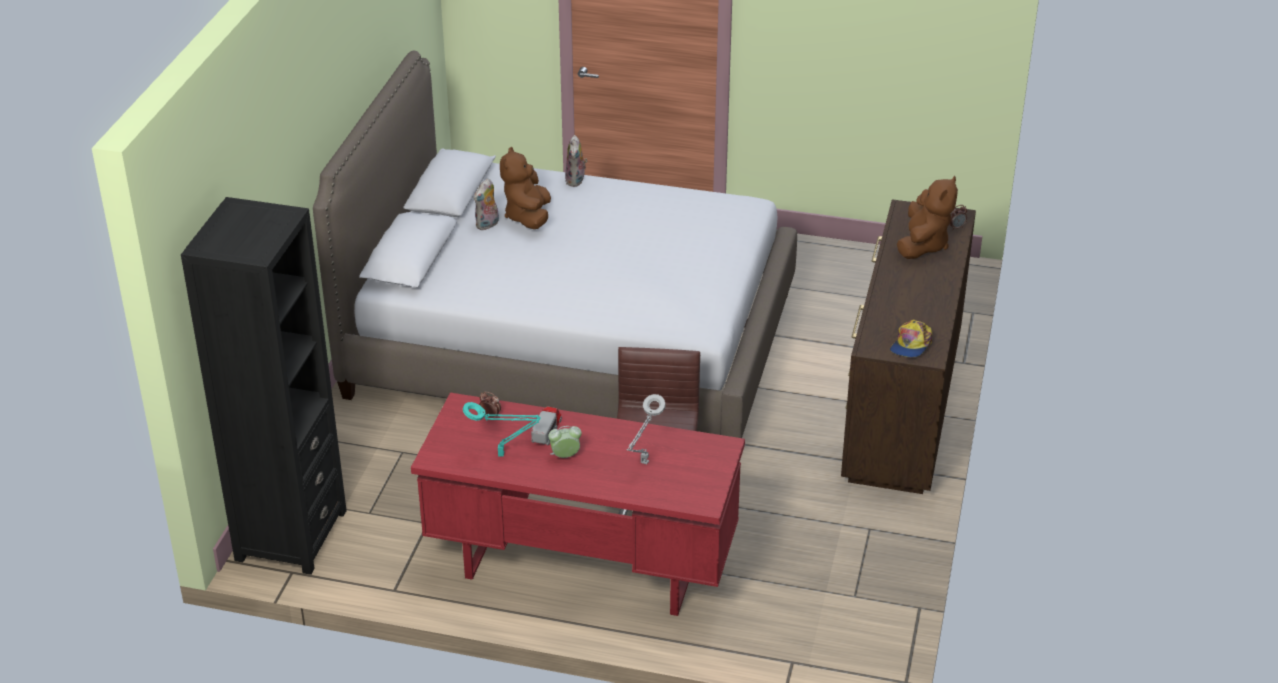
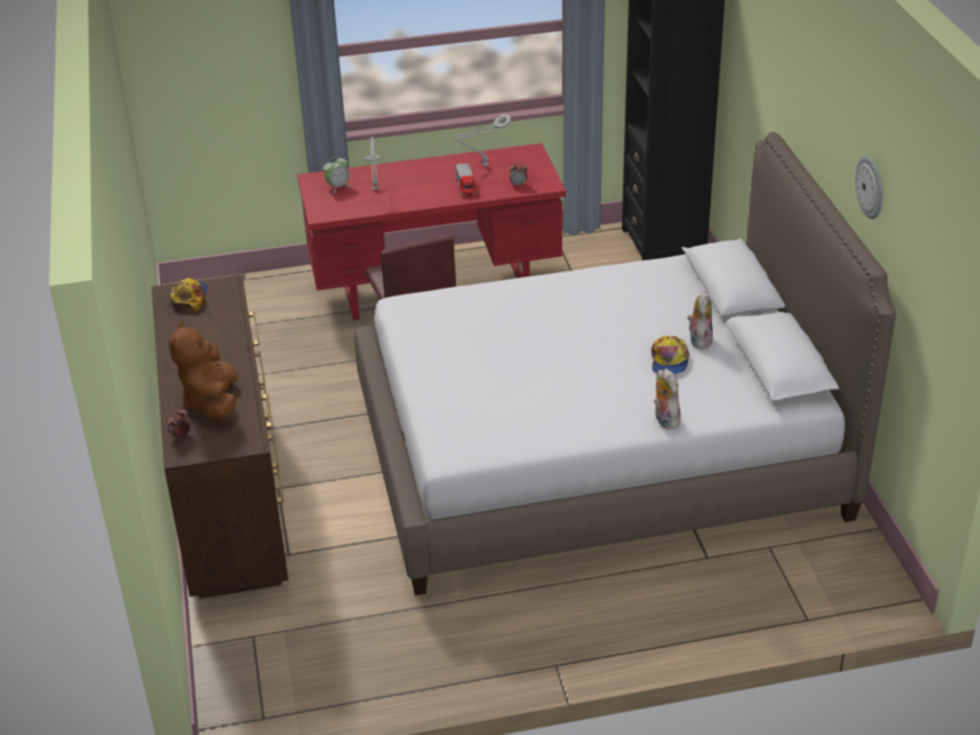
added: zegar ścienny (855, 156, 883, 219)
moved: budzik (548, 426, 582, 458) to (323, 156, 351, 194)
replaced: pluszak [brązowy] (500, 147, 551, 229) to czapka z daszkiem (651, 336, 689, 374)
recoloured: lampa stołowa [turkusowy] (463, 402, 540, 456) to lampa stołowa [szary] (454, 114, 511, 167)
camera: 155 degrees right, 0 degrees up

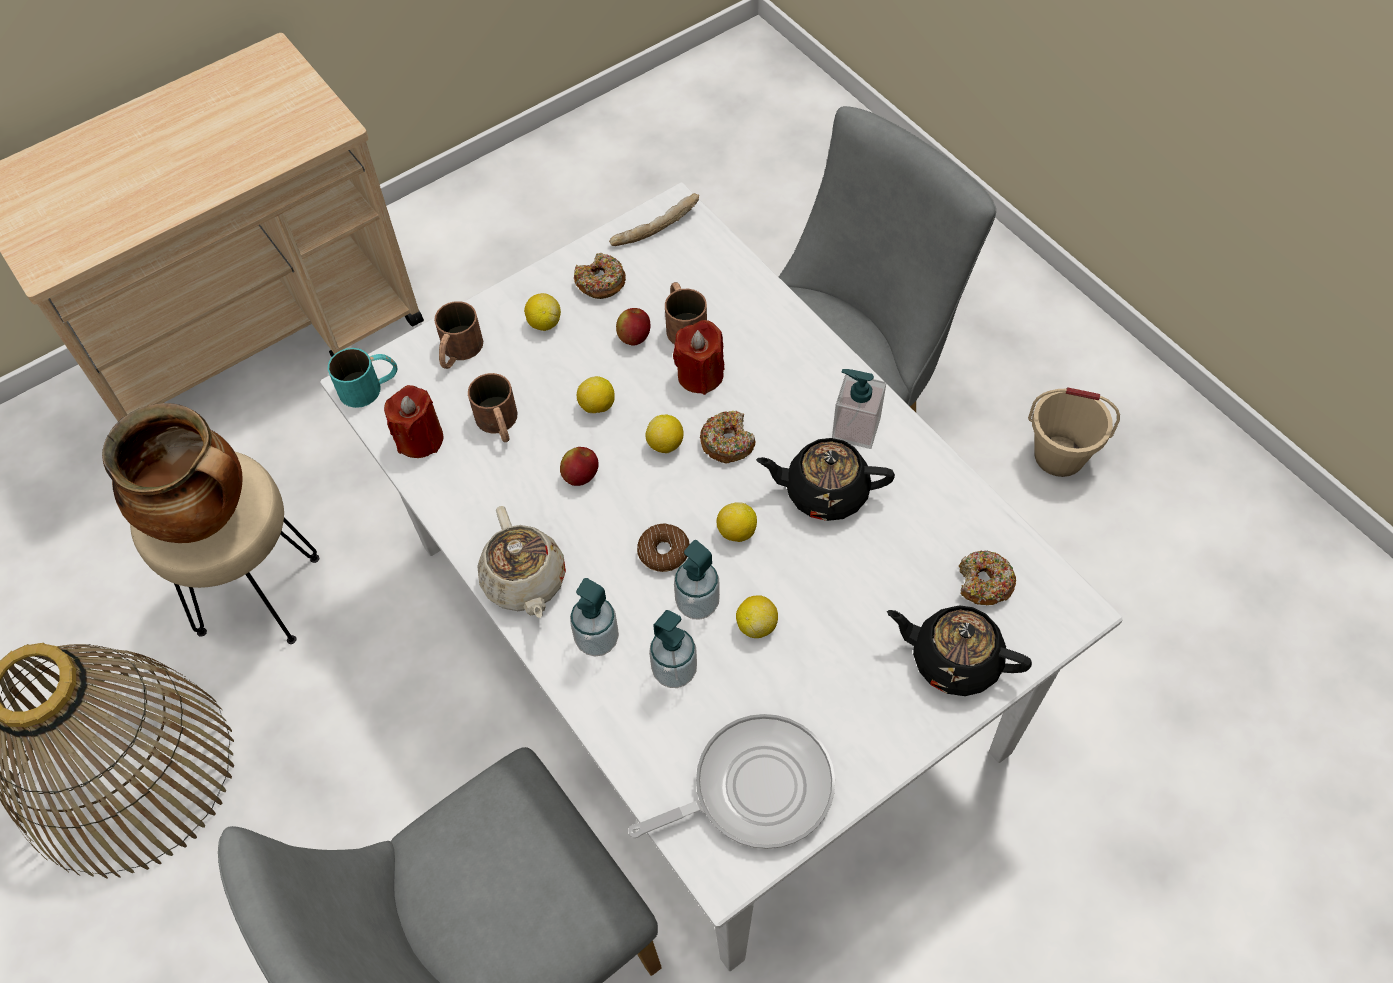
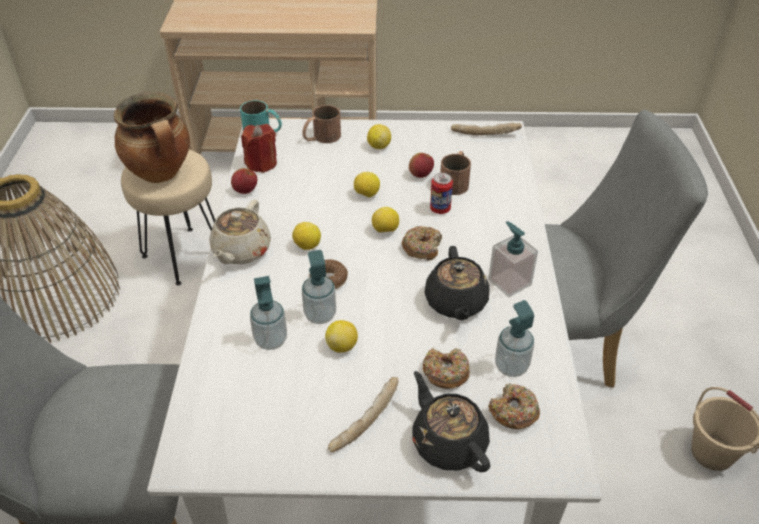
removed: kubek [brązowy] (468, 373, 517, 442); patelnia (628, 714, 835, 849)
added: chleb (328, 377, 399, 452)
moved: donut (574, 253, 626, 299) to (423, 348, 470, 389); jabłko (560, 447, 599, 486) to (231, 168, 257, 194); cytryna (717, 502, 757, 542) to (292, 222, 321, 250); dozownik mydła (570, 578, 619, 657) to (495, 300, 534, 377)
replaced: świeca [czerwony] (673, 320, 724, 395) to puszka (430, 173, 453, 214)
turned: imbryk [czarny] (756, 438, 895, 521) = (424, 246, 489, 320) 135 degrees counterclockwise
camera: 35 degrees right, 15 degrees down

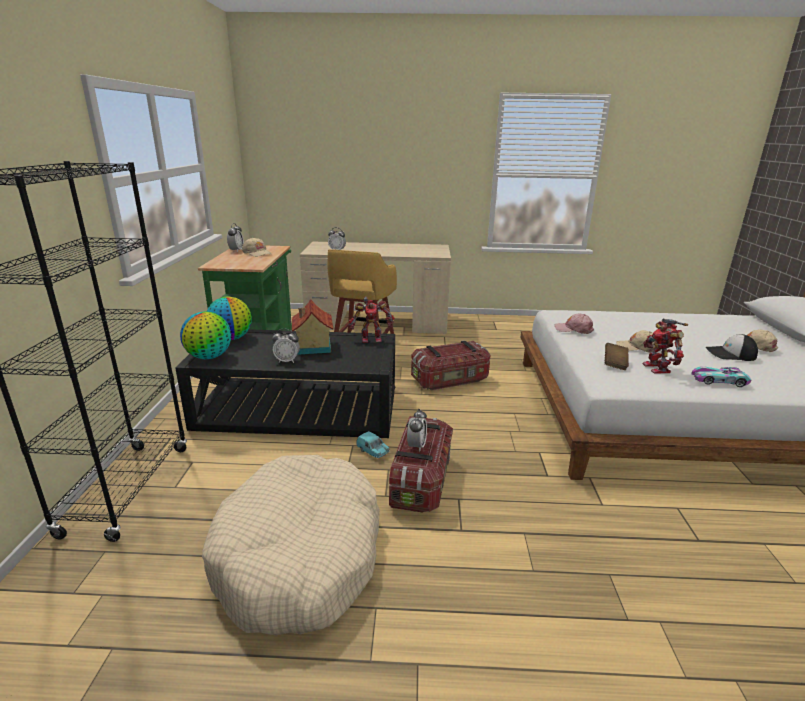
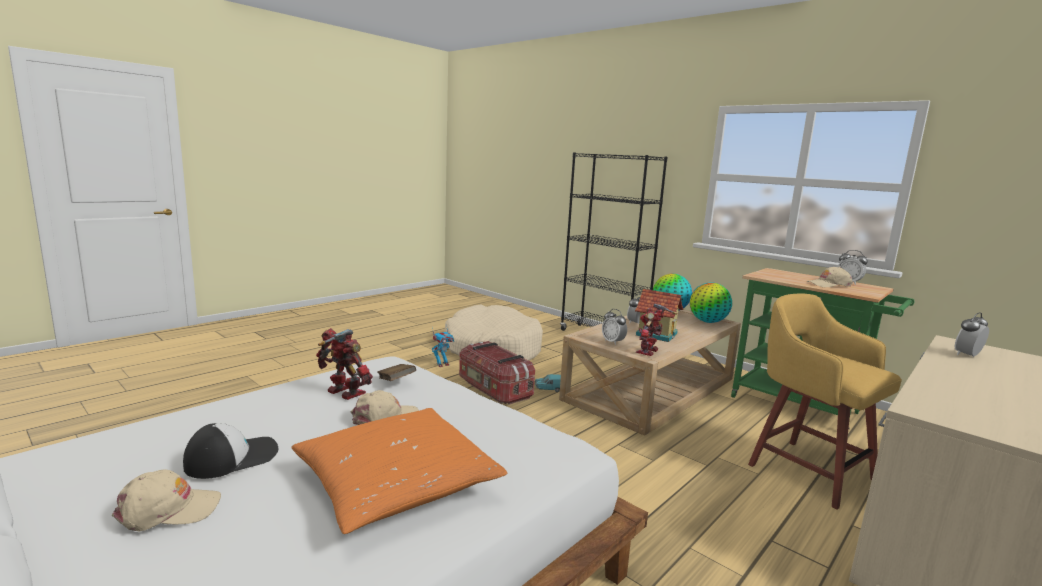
removed: czapka z daszkiem [różowy] (555, 313, 594, 334); pojemnik do przechowywania (411, 341, 491, 390); samochodzik (691, 366, 751, 387)
added: robot zabawkowy (432, 326, 454, 367); poduszka [pomarańczowy] (292, 408, 507, 534)
moved: budzik (407, 409, 427, 452) to (602, 309, 627, 345)
recoloured: ława [czarny] (175, 329, 395, 438) to ława [beżowy] (559, 310, 741, 435)
camera: 130 degrees right, 10 degrees down

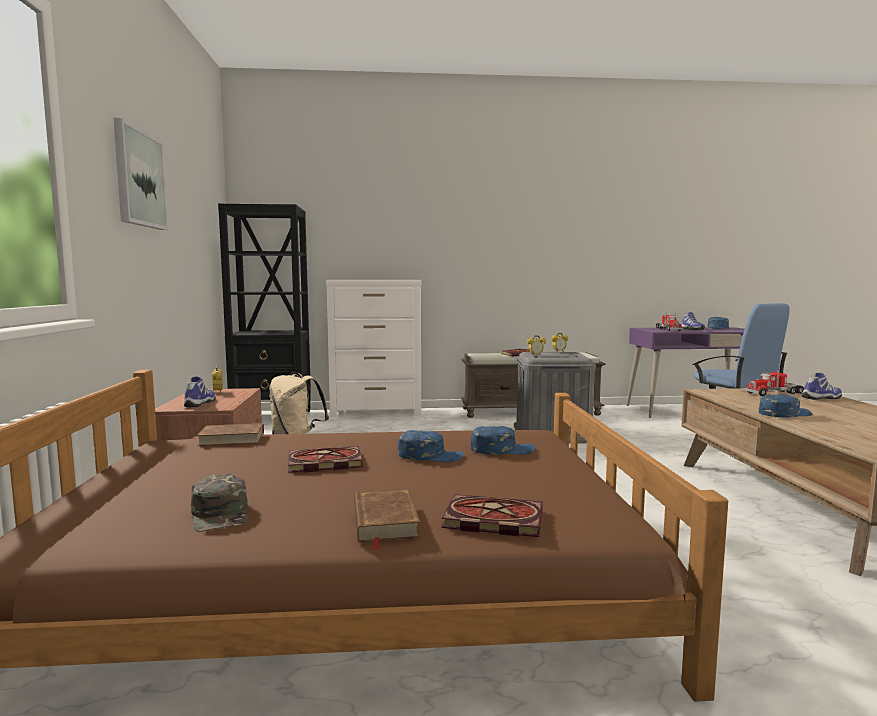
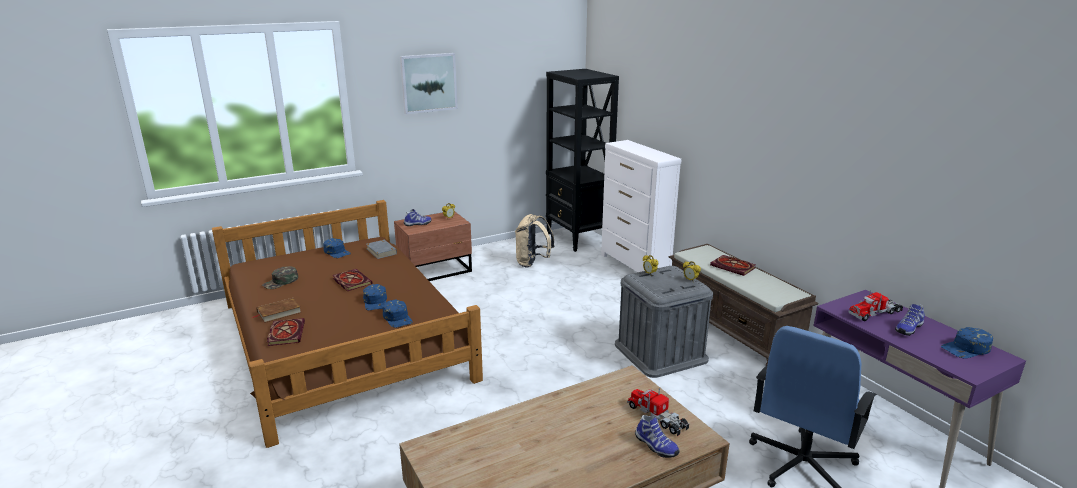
moved: czapka z daszkiem [niebieski] (759, 394, 812, 418) to (324, 238, 351, 258)
recoloured: książka [brązowy] (195, 423, 264, 446) to książka [szary] (366, 240, 397, 259)
camera: 65 degrees right, 15 degrees up

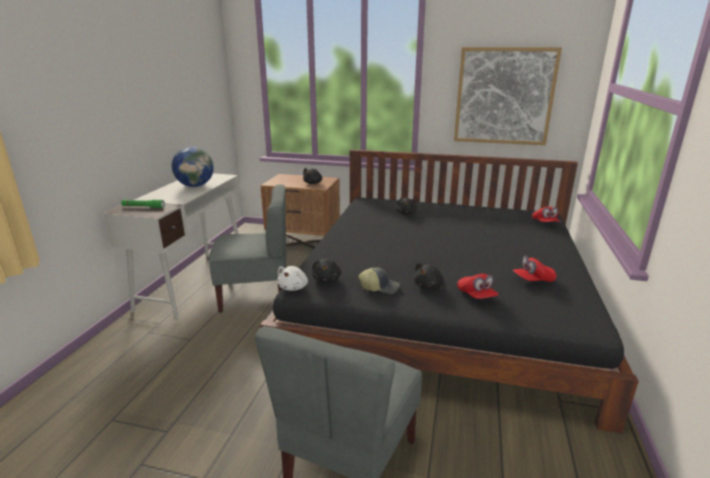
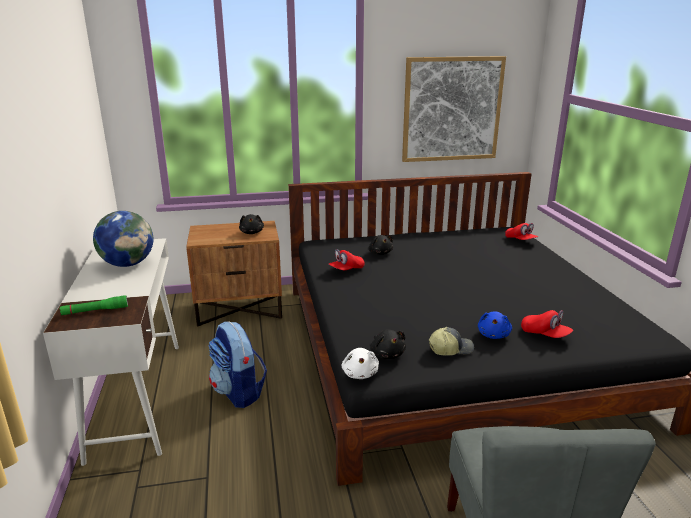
moved: czapka z daszkiem [czerwony] (513, 256, 556, 282) to (329, 249, 365, 270)
replaced: krzesło [szary] (209, 184, 287, 313) to plecak (208, 321, 267, 408)
recoloured: pluszak [czarny] (414, 263, 444, 289) to pluszak [niebieski] (478, 311, 512, 339)
camera: 25 degrees left, 0 degrees up

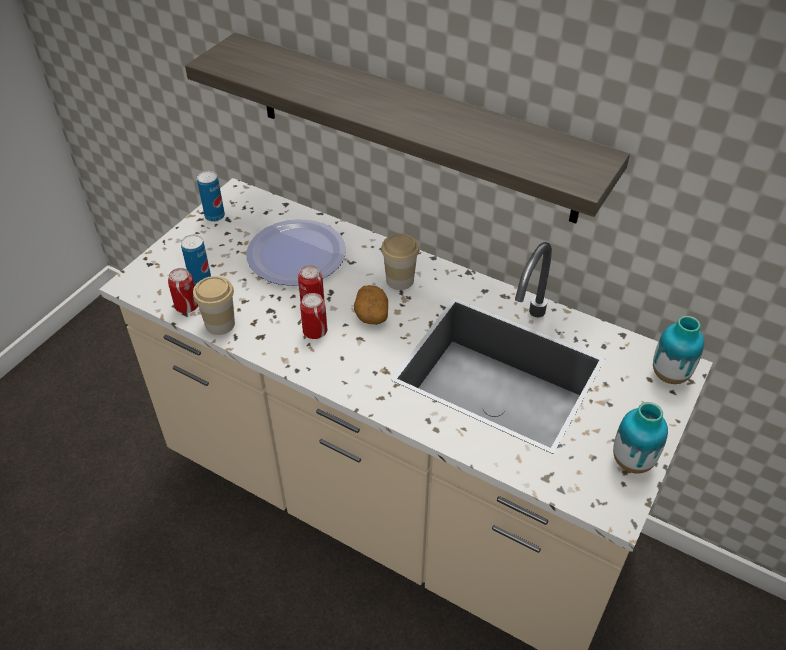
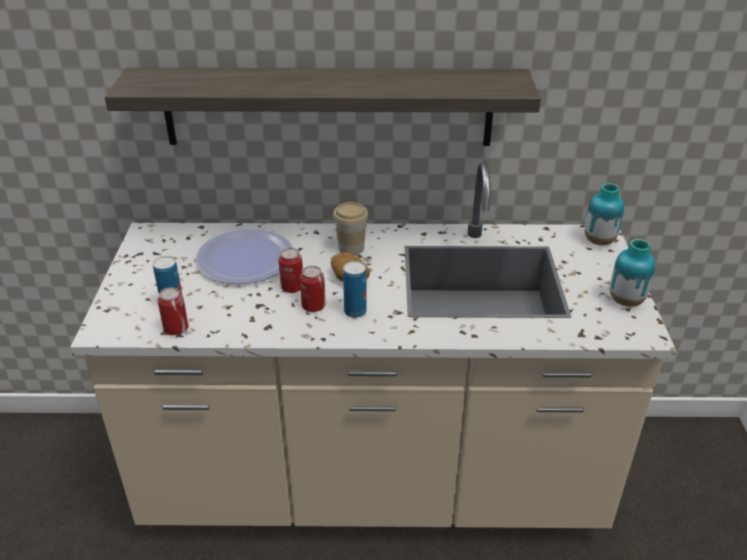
removed: filiżanka (193, 276, 235, 335)
moved: puszka (197, 171, 225, 222) to (343, 261, 367, 318)
camera: 30 degrees left, 10 degrees down

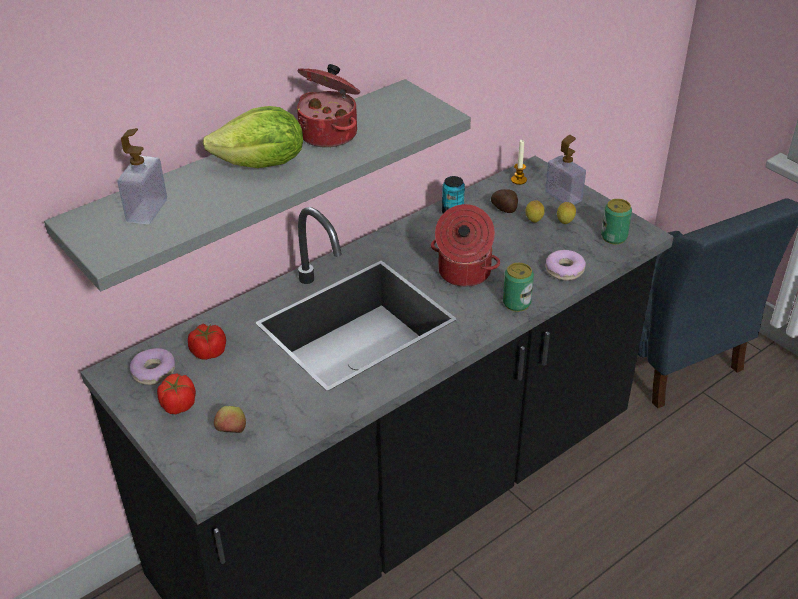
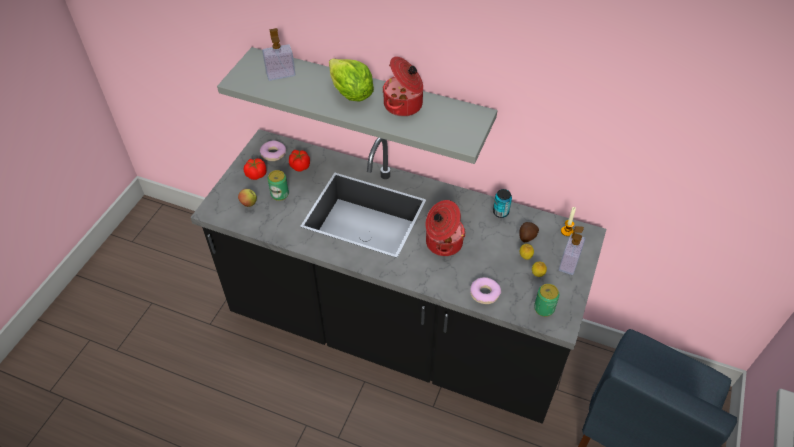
moved: puszka (503, 263, 534, 312) to (268, 170, 289, 201)
camera: 60 degrees right, 10 degrees up

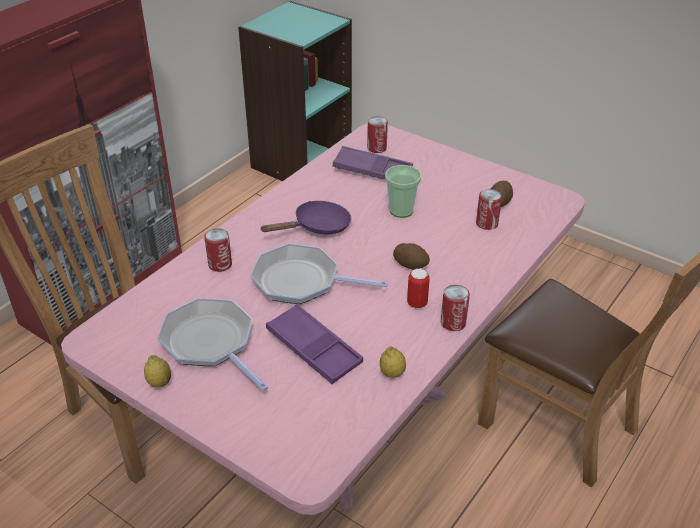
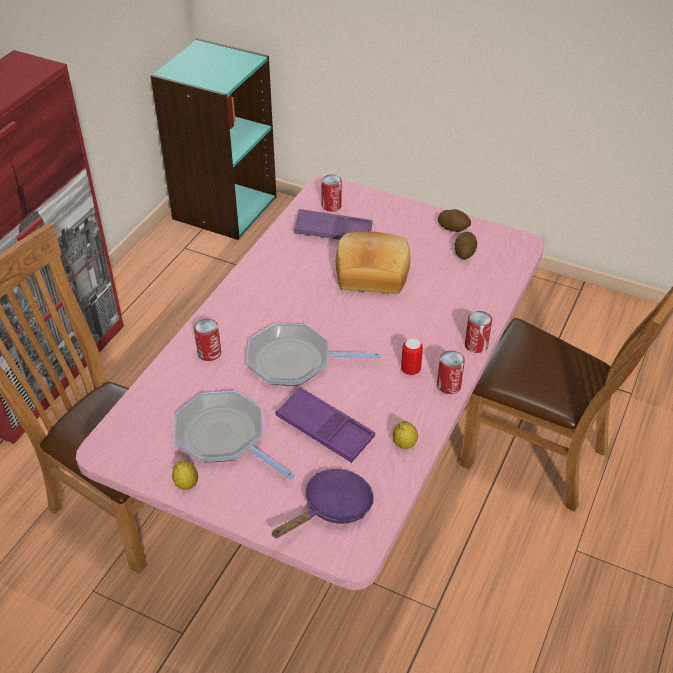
moved: puszka (476, 189, 502, 230) to (465, 311, 492, 353); patelnia [fioletowy] (260, 201, 351, 235) to (271, 469, 374, 538); ziemniak (393, 243, 430, 270) to (438, 209, 471, 232)
replaced: filiżanka (385, 165, 421, 218) to chleb (336, 232, 410, 294)
camera: 10 degrees left, 5 degrees up

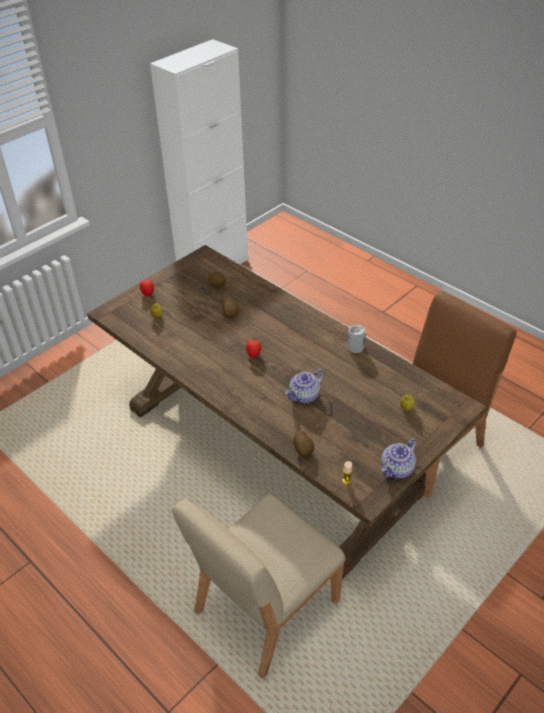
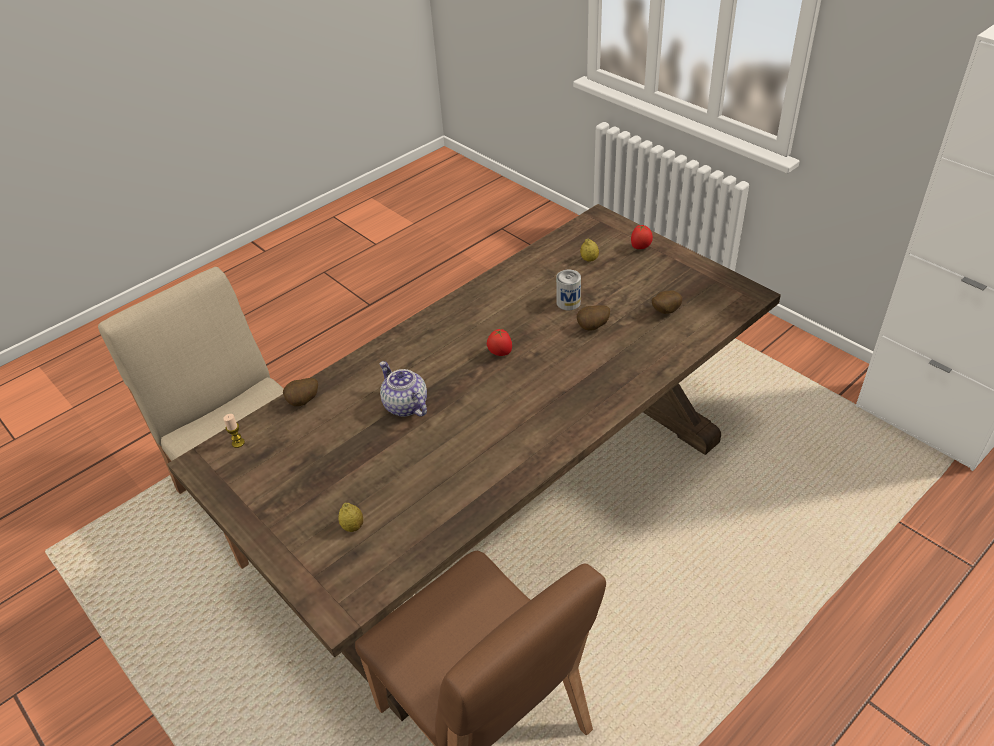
removed: imbryk (381, 438, 417, 479)
moved: puszka (347, 325, 366, 353) to (556, 270, 581, 310)
camera: 95 degrees right, 0 degrees up

